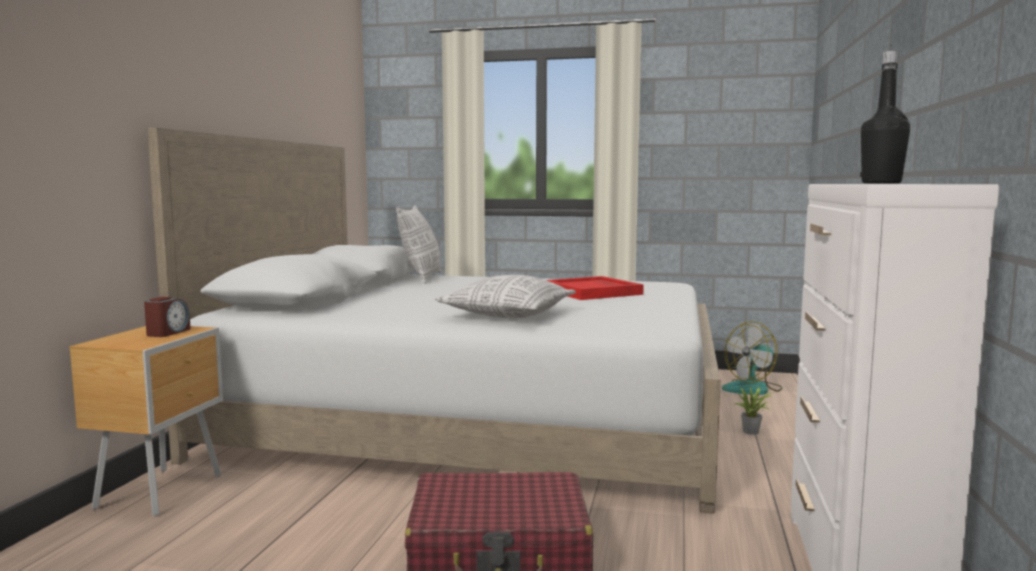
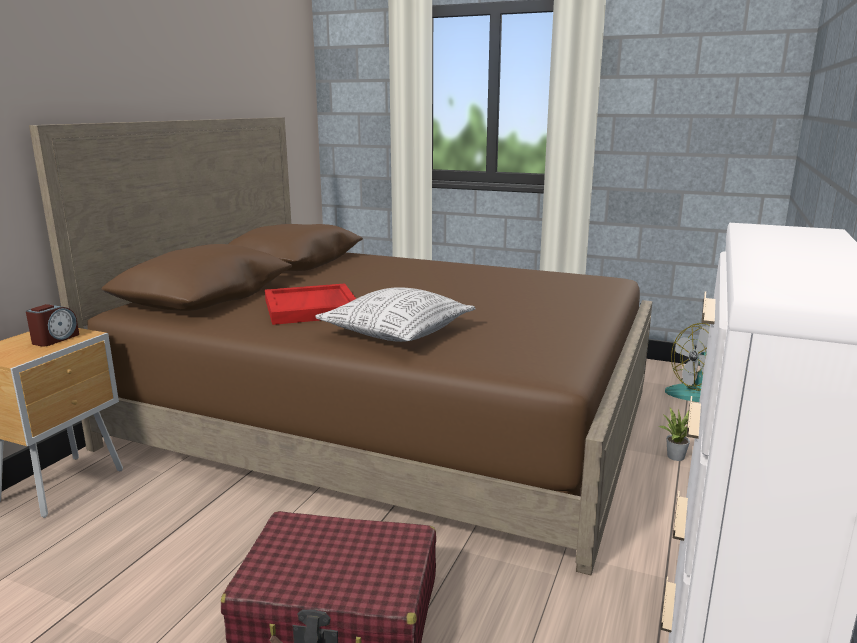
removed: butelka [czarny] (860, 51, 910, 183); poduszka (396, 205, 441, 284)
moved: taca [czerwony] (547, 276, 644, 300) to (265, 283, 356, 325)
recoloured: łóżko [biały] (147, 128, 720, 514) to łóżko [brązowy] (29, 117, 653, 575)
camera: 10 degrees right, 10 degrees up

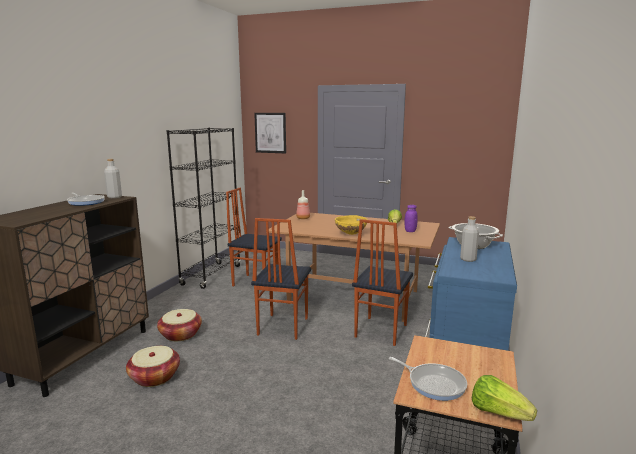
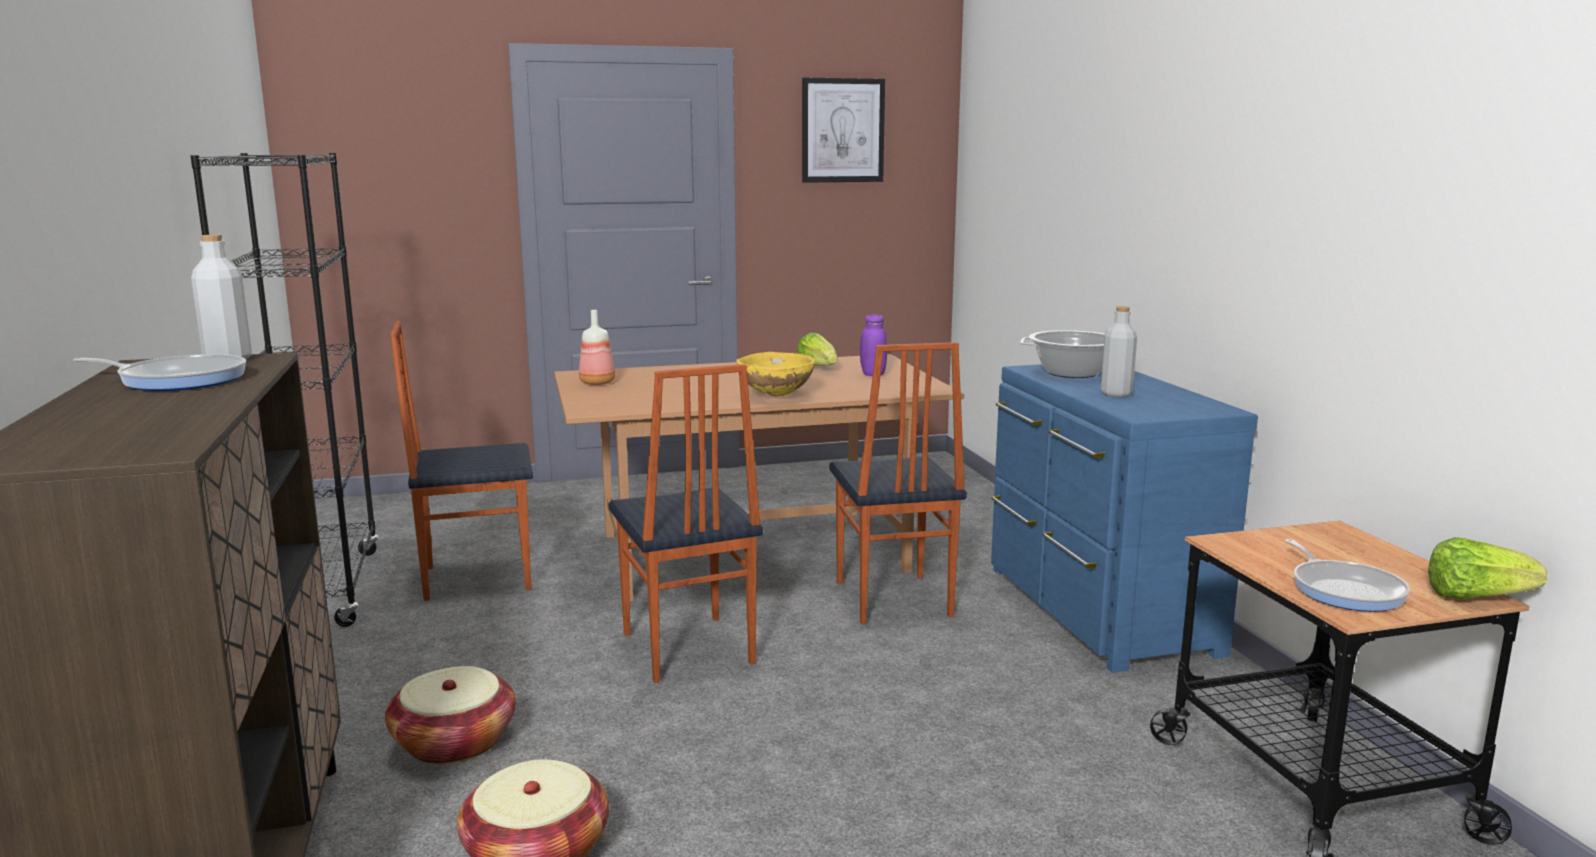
moved: obraz (254, 113, 286, 154) to (802, 77, 885, 183)
turned: patelnia (389, 357, 467, 401) = (1285, 539, 1410, 612) 75 degrees clockwise
camera: 35 degrees left, 0 degrees up

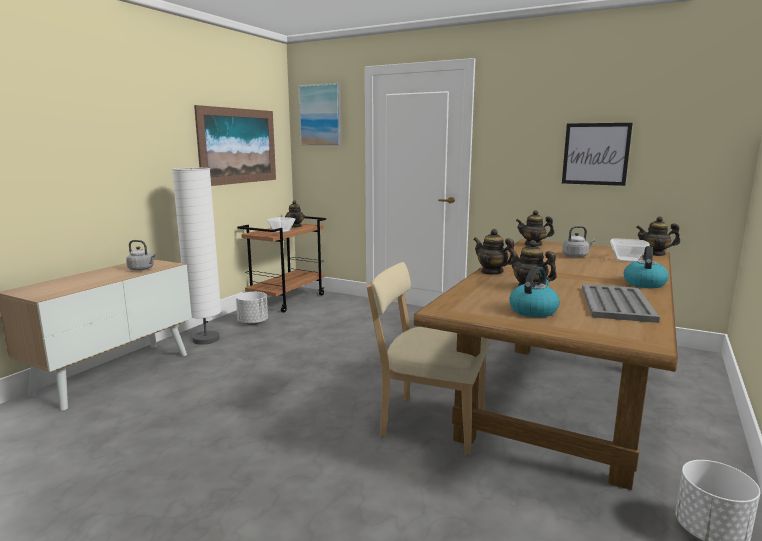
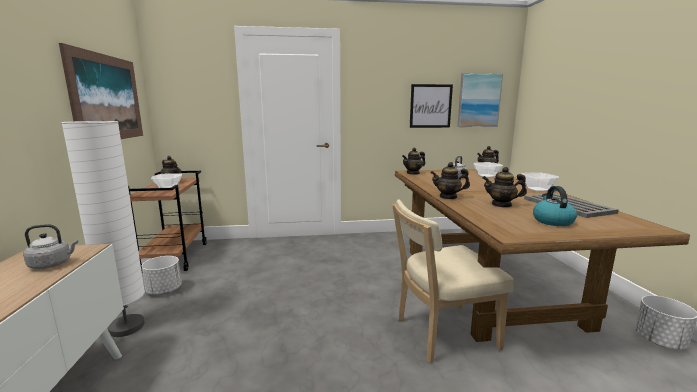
moved: obraz (298, 83, 342, 146) to (457, 73, 503, 127)
replaced: czajnik (624, 246, 669, 288) to miska (522, 172, 559, 192)
camera: 35 degrees left, 0 degrees up

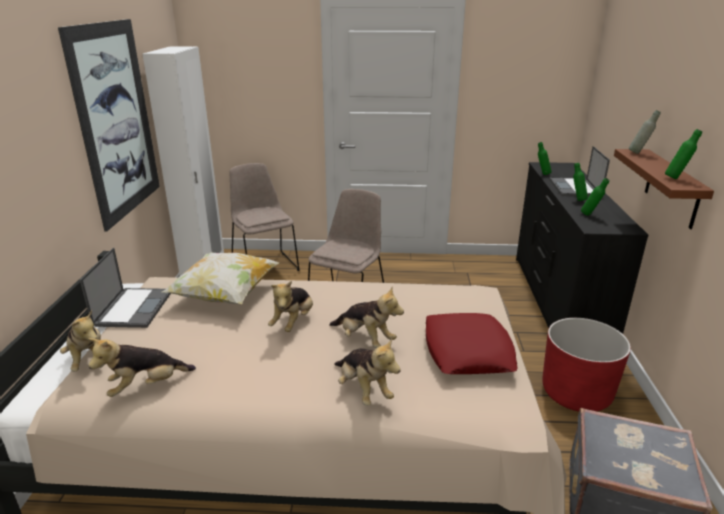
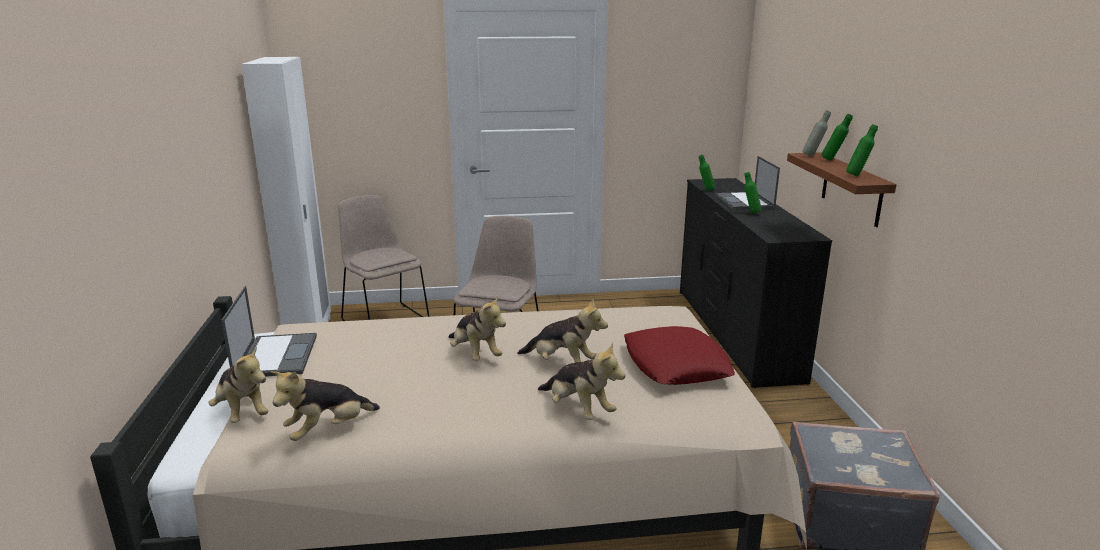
removed: obraz (58, 19, 160, 231); poduszka (162, 252, 279, 304); donica [czerwony] (542, 318, 631, 412)
moved: butelka [zielony] (581, 178, 609, 216) to (822, 114, 853, 160)
turned: pluszak (268, 281, 313, 332) = (449, 296, 506, 361) 45 degrees counterclockwise
camera: 10 degrees left, 5 degrees down

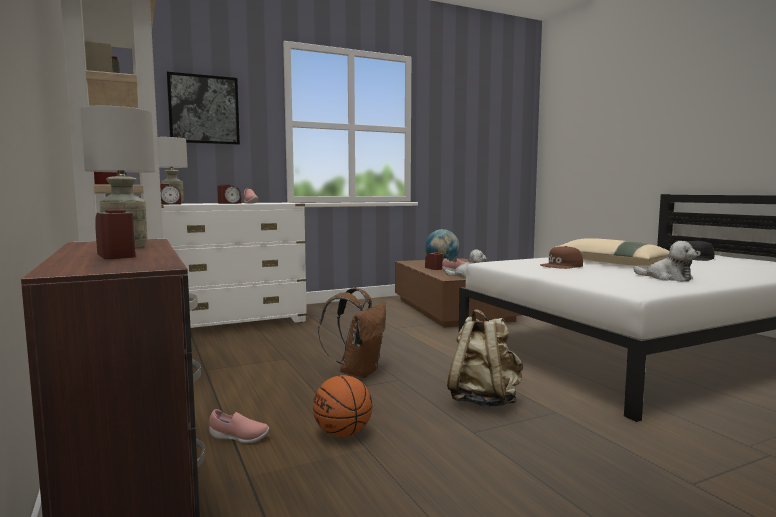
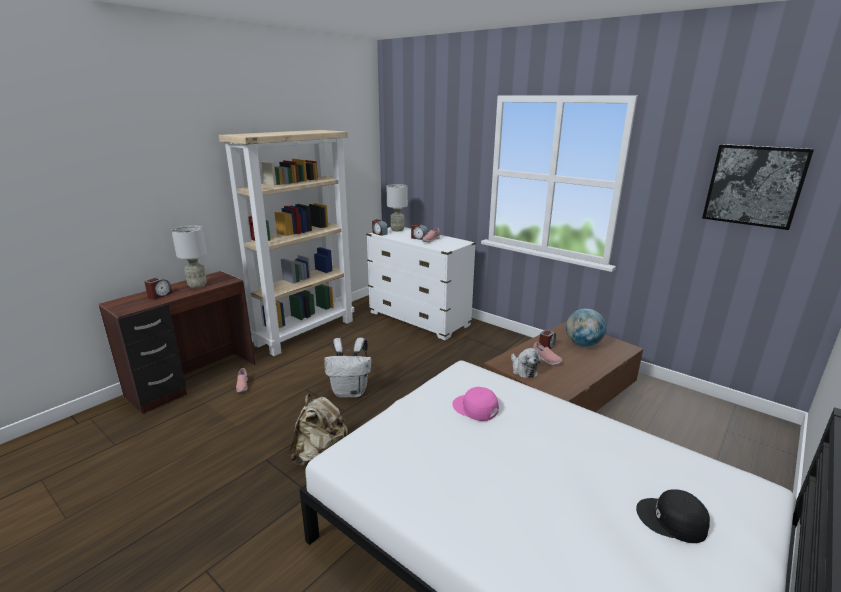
removed: poduszka [beżowy] (556, 238, 670, 266); pluszak (634, 241, 697, 281); piłka do koszykówki (313, 375, 372, 437)
moved: obraz (167, 72, 240, 145) to (702, 144, 814, 230)
recoloured: czapka z daszkiem [brązowy] (540, 246, 583, 269) to czapka z daszkiem [różowy] (452, 387, 499, 421); plecak [brązowy] (318, 288, 386, 378) to plecak [biały] (324, 338, 372, 398)
camera: 65 degrees right, 15 degrees up

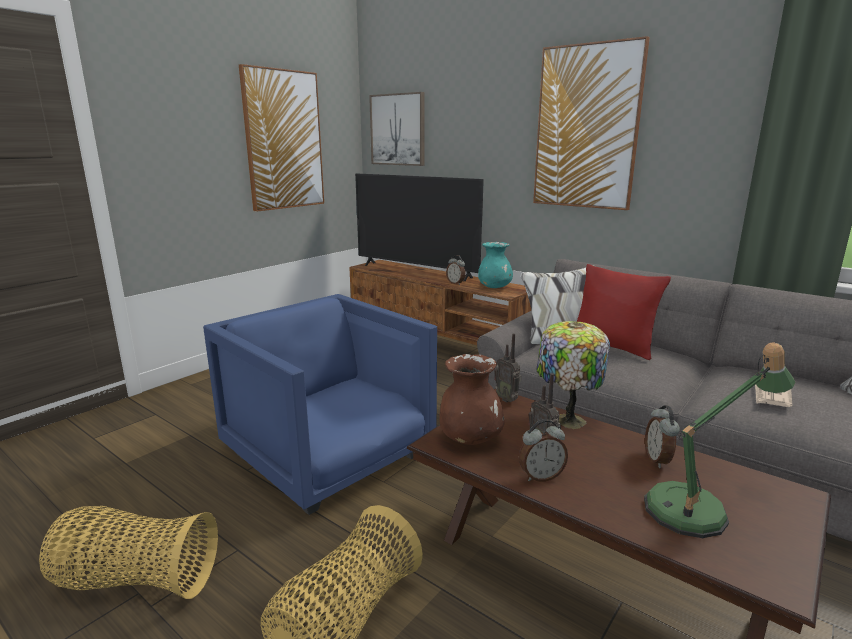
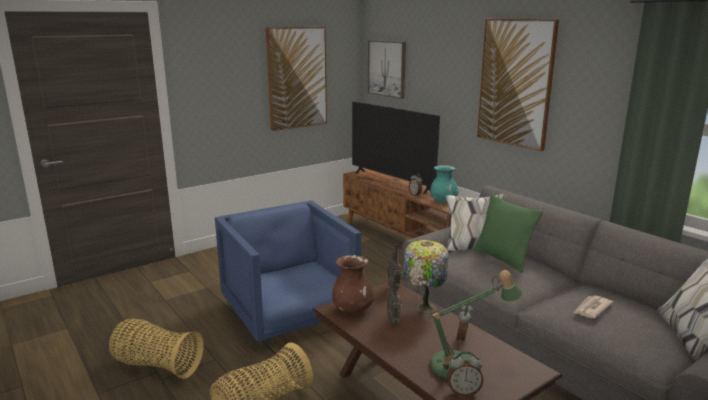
moved: budzik (519, 419, 568, 482) to (447, 351, 484, 396)
recoloured: poduszka [czerwony] (576, 264, 671, 360) to poduszka [zielony] (473, 194, 543, 273)
camera: 15 degrees right, 0 degrees up

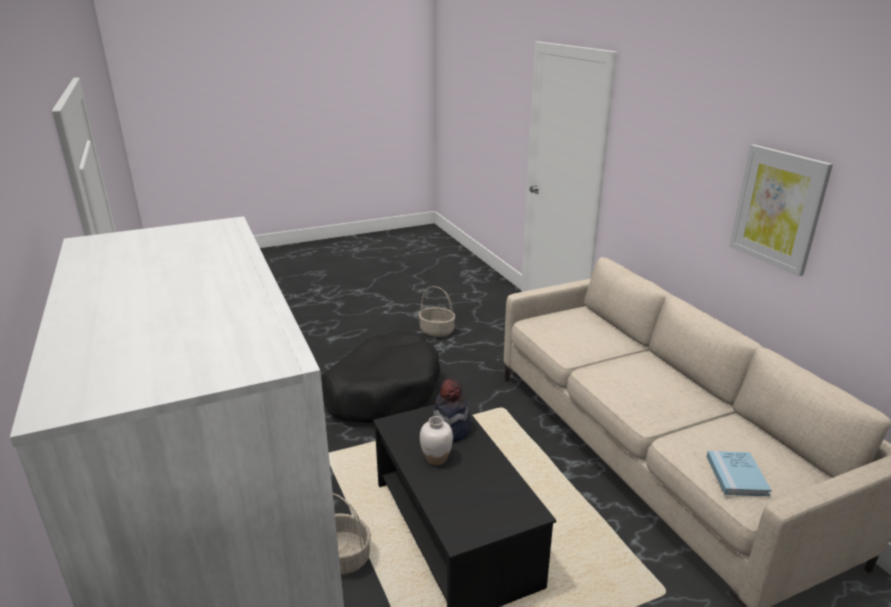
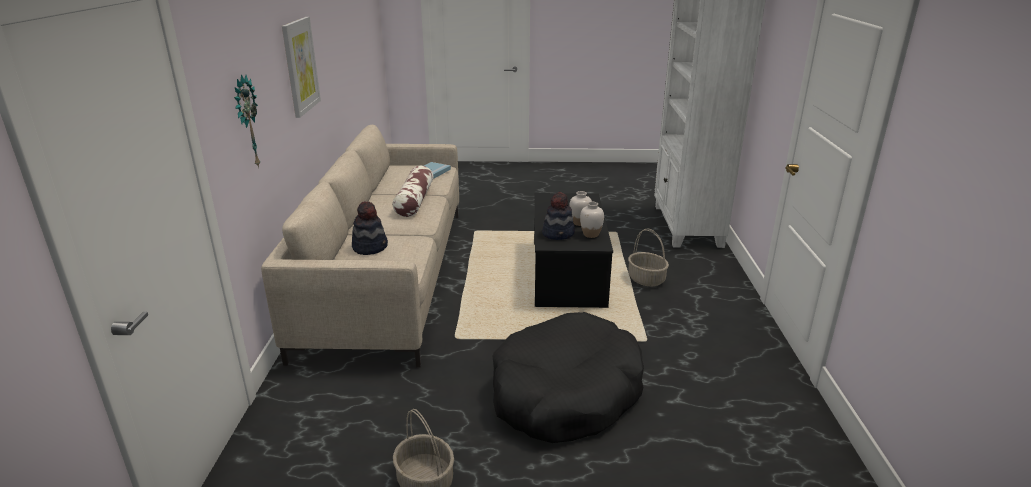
added: zegar ścienny (234, 74, 260, 168); poduszka (392, 166, 434, 217); kapelusz (352, 201, 388, 255); wazon [biały] (580, 202, 604, 238)
camera: 155 degrees left, 0 degrees up

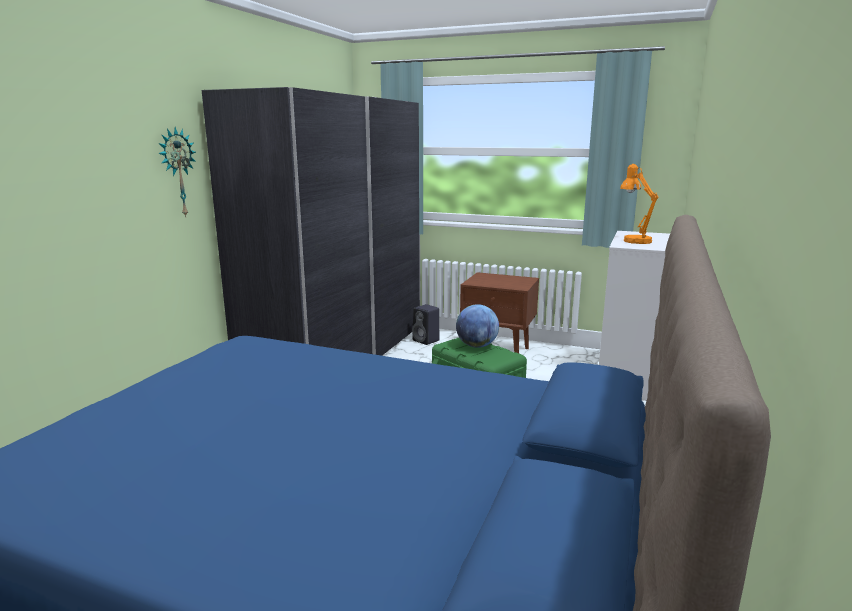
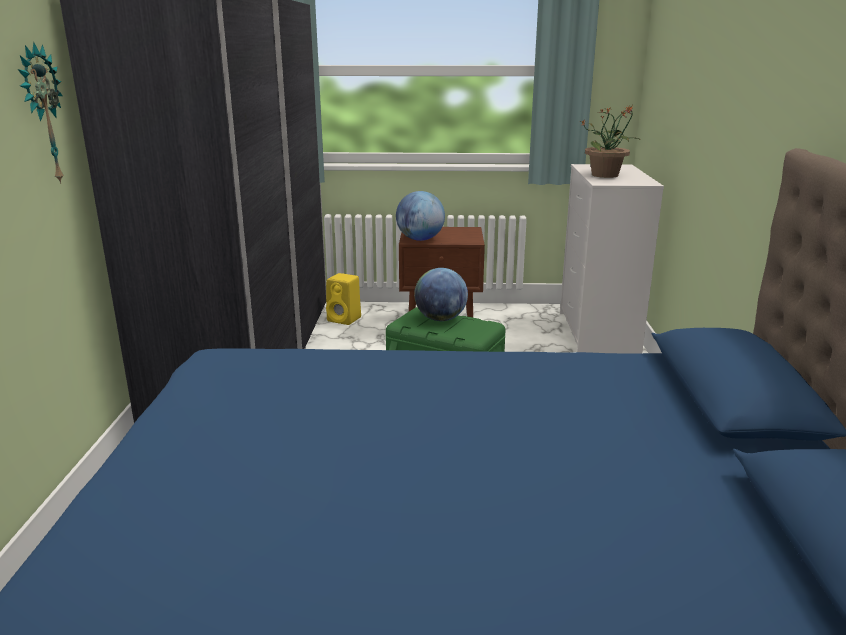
added: globus (396, 191, 445, 241)
replaced: lampa stołowa [pomarańczowy] (620, 164, 659, 244) to roślina doniczkowa (581, 106, 639, 178)
recoloured: głośnik [czarny] (412, 304, 440, 345) to głośnik [żółty] (326, 273, 361, 325)
camera: 20 degrees left, 5 degrees up

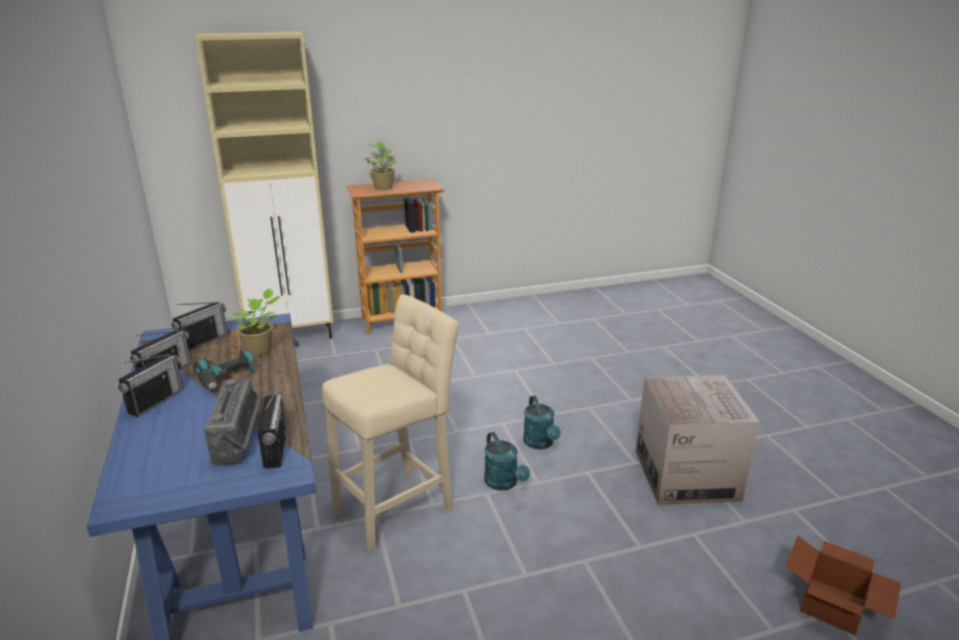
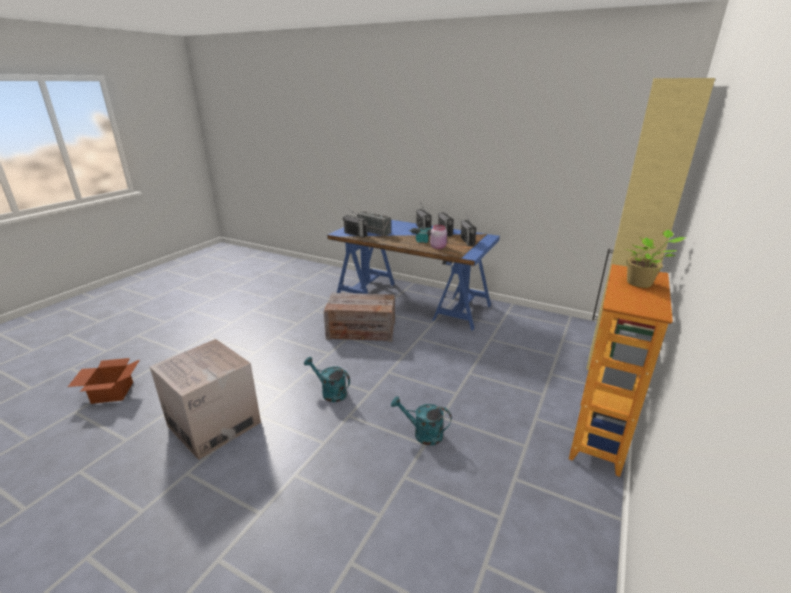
moved: konewka [turkusowy] (484, 432, 530, 491) to (391, 396, 452, 445)
replaced: roślina doniczkowa (226, 289, 280, 355) to słoik [różowy] (430, 225, 447, 249); stołek [beżowy] (322, 294, 459, 551) to skrzynka (324, 293, 395, 342)
camera: 135 degrees right, 0 degrees up

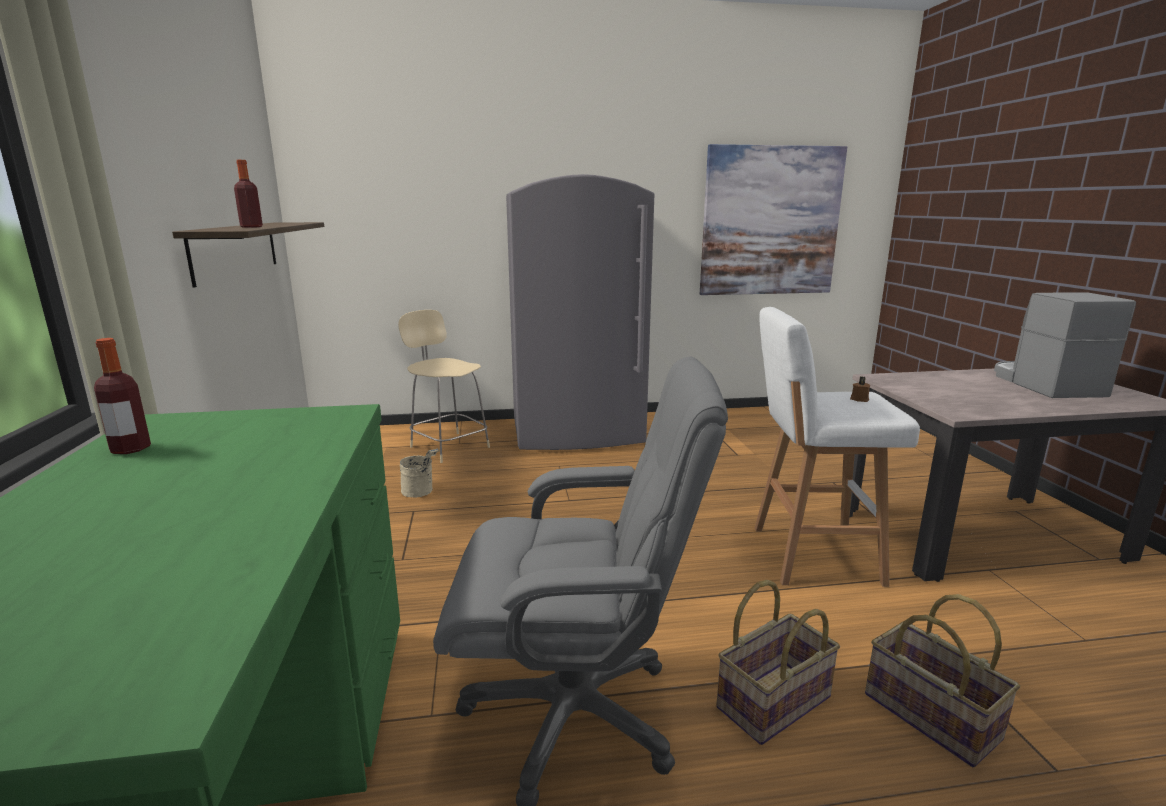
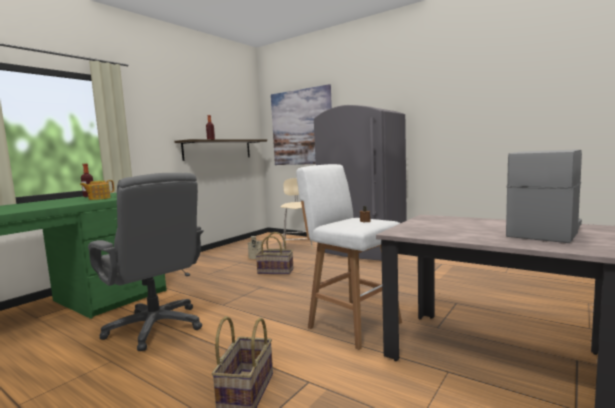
added: imbryk (80, 180, 114, 200)
moved: obraz (700, 144, 847, 295) to (271, 84, 332, 165); koszyk (716, 580, 840, 745) to (256, 232, 293, 274)
camera: 45 degrees right, 10 degrees down

